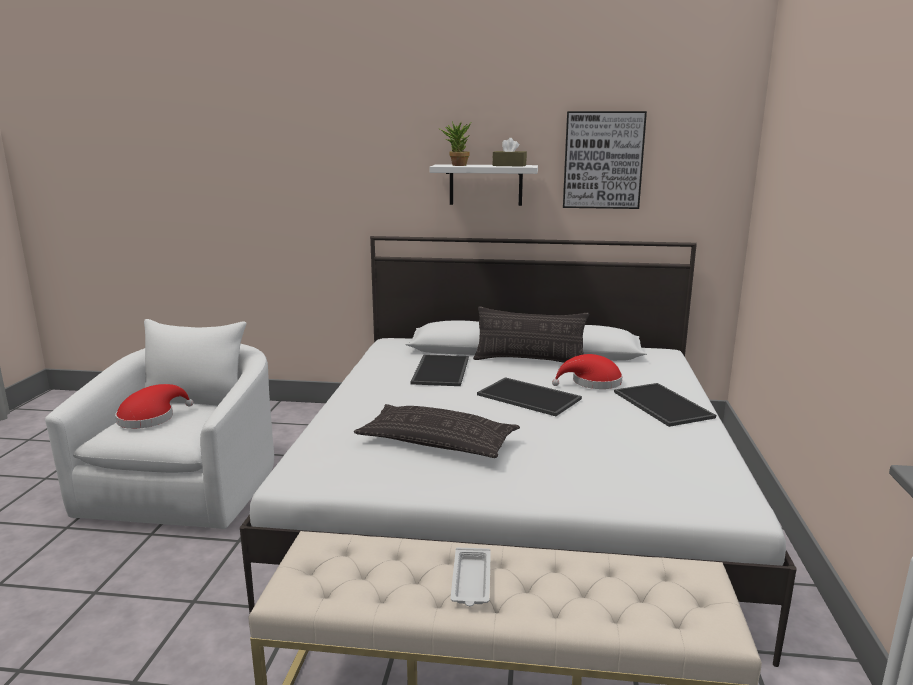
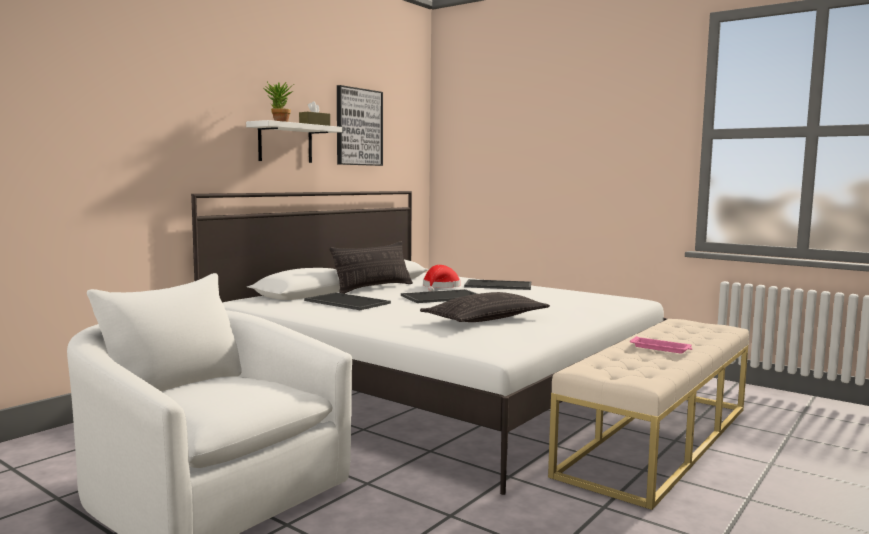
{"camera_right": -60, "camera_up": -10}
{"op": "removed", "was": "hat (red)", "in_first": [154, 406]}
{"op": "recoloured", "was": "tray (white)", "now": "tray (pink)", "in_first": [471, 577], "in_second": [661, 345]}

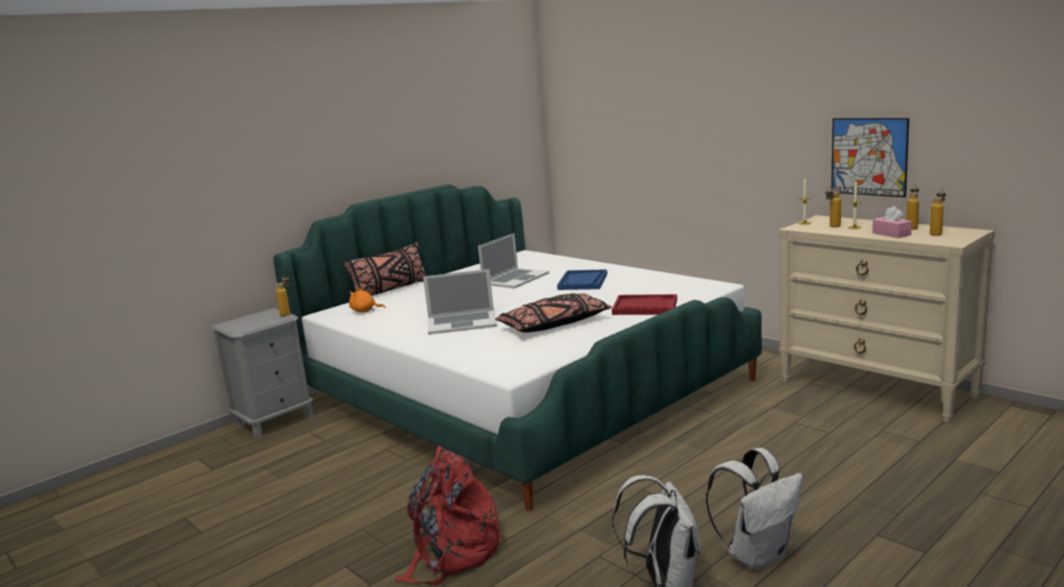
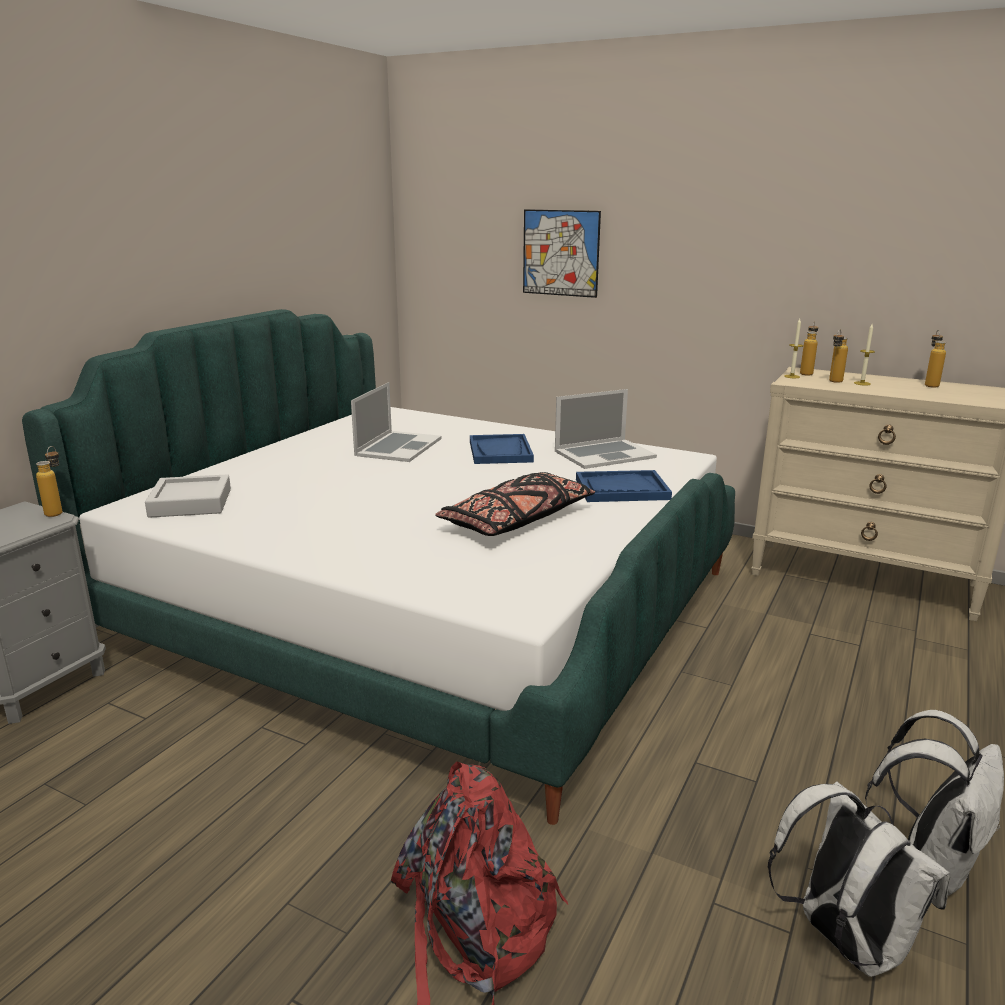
{"camera_right": -20, "camera_up": 5}
{"op": "removed", "was": "pillow (black)", "in_first": [386, 269]}
{"op": "removed", "was": "tissue box (pink)", "in_first": [892, 222]}
{"op": "moved", "was": "laptop", "in_first": [460, 302], "in_second": [606, 429]}
{"op": "moved", "was": "picture", "in_first": [870, 157], "in_second": [562, 253]}
{"op": "moved", "was": "bottle", "in_first": [938, 212], "in_second": [809, 348]}
{"op": "replaced", "was": "plush toy (orange)", "now": "tray (grey)", "in_first": [367, 299], "in_second": [188, 496]}
{"op": "recoloured", "was": "tray (red)", "now": "tray (blue)", "in_first": [644, 304], "in_second": [624, 486]}

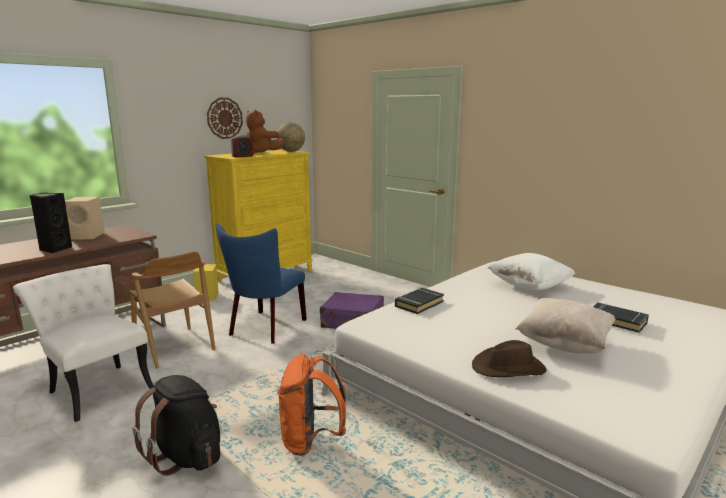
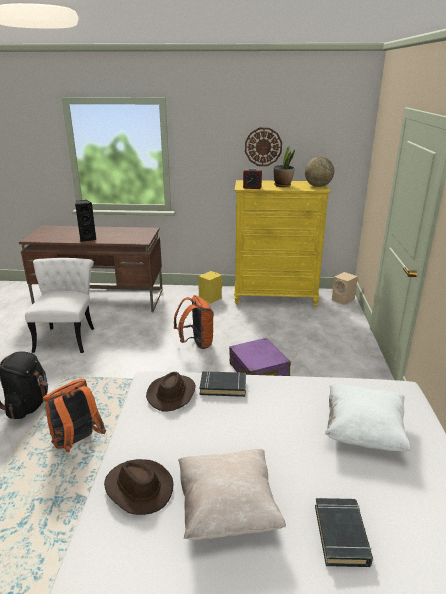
{"camera_right": 50, "camera_up": 10}
{"op": "removed", "was": "chair (brown)", "in_first": [172, 310]}
{"op": "added", "now": "hat (brown)", "in_second": [171, 391]}
{"op": "moved", "was": "speaker (beige)", "in_first": [85, 218], "in_second": [345, 288]}
{"op": "replaced", "was": "chair (blue)", "now": "backpack (orange)", "in_first": [261, 283], "in_second": [194, 322]}
{"op": "replaced", "was": "plush toy (brown)", "now": "potted plant", "in_first": [264, 132], "in_second": [284, 166]}

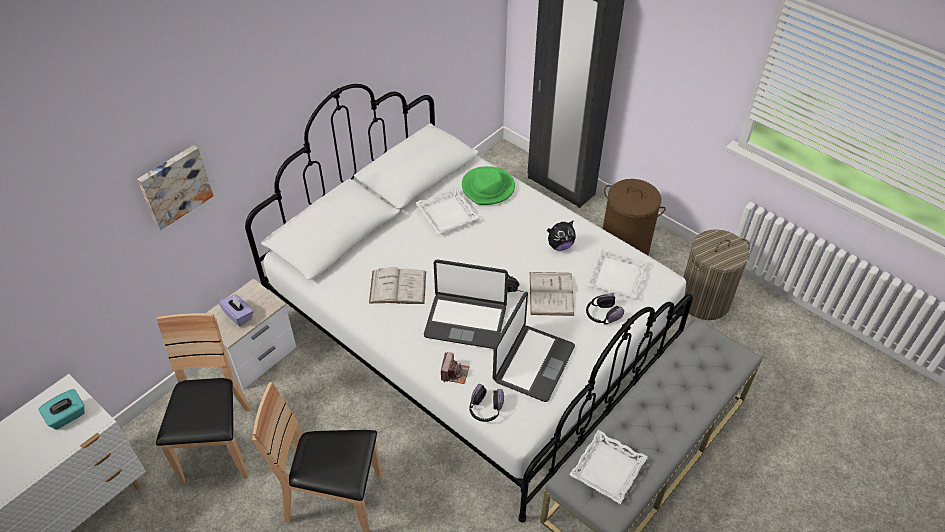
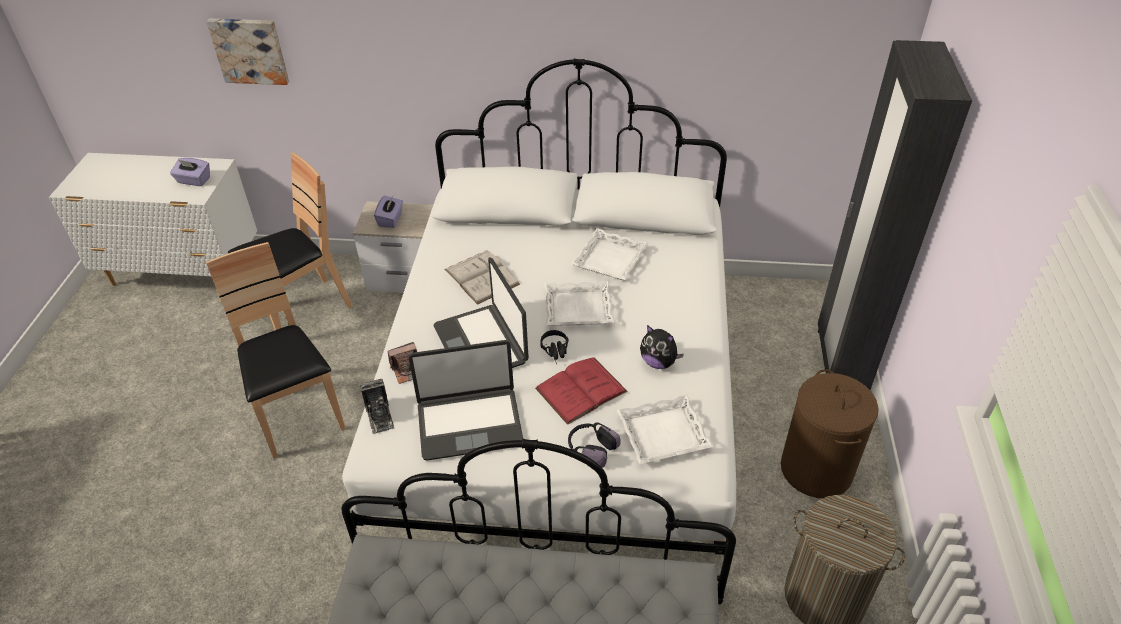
{"camera_right": 55, "camera_up": -5}
{"op": "removed", "was": "hat (green)", "in_first": [488, 185]}
{"op": "moved", "was": "picture", "in_first": [175, 187], "in_second": [247, 52]}
{"op": "moved", "was": "tray (white)", "in_first": [608, 467], "in_second": [580, 303]}
{"op": "replaced", "was": "headphones", "now": "photo camera", "in_first": [486, 403], "in_second": [377, 406]}
{"op": "recoloured", "was": "tissue box (turquoise)", "now": "tissue box (purple)", "in_first": [61, 409], "in_second": [190, 172]}
{"op": "recoloured", "was": "book (white)", "now": "book (red)", "in_first": [552, 294], "in_second": [581, 391]}

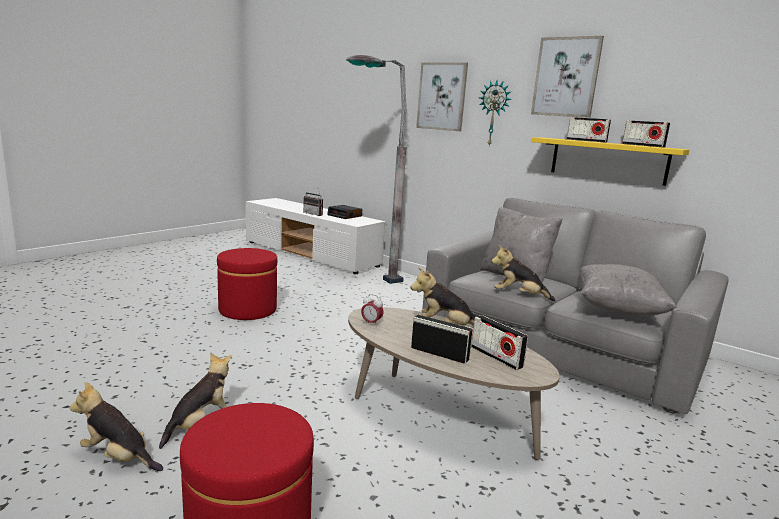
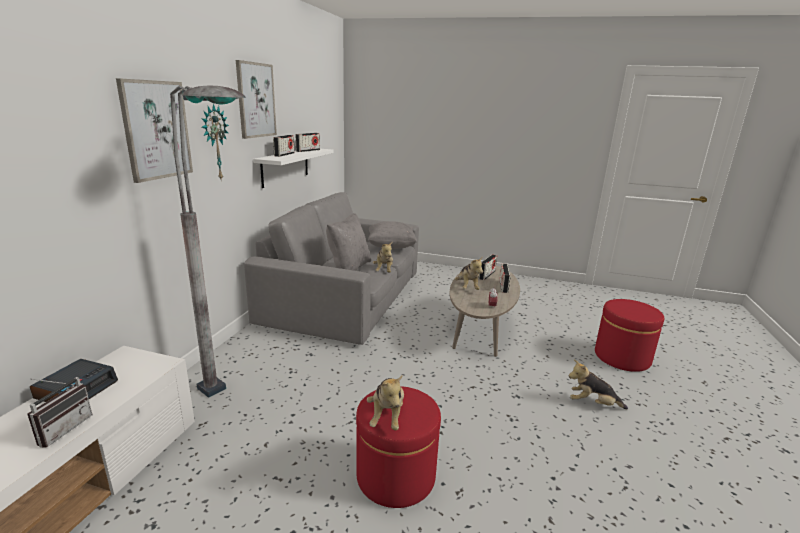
{"camera_right": -110, "camera_up": 5}
{"op": "moved", "was": "plush toy", "in_first": [116, 426], "in_second": [385, 402]}
{"op": "recoloured", "was": "shelf (yellow)", "now": "shelf (white)", "in_first": [610, 161], "in_second": [293, 168]}

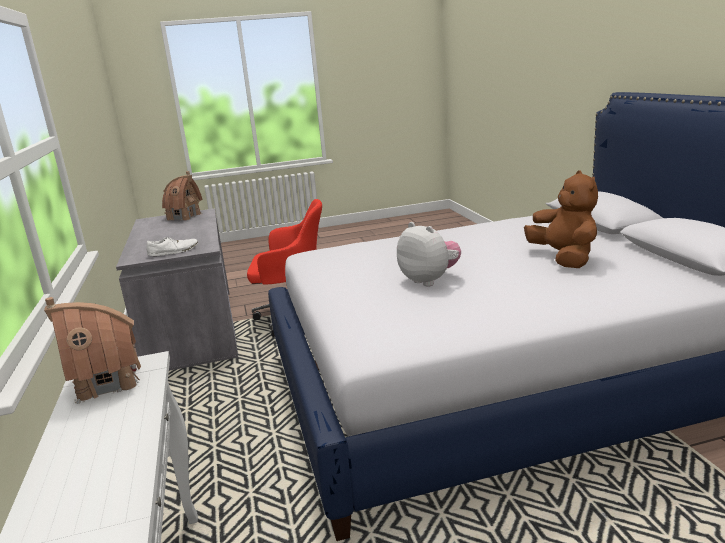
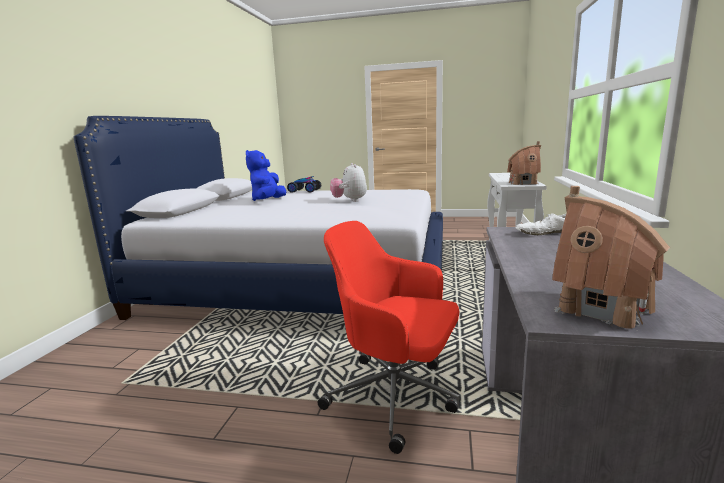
{"camera_right": -155, "camera_up": -5}
{"op": "added", "now": "toy car", "in_second": [304, 184]}
{"op": "recoloured", "was": "plush toy (brown)", "now": "plush toy (blue)", "in_first": [561, 219], "in_second": [266, 175]}

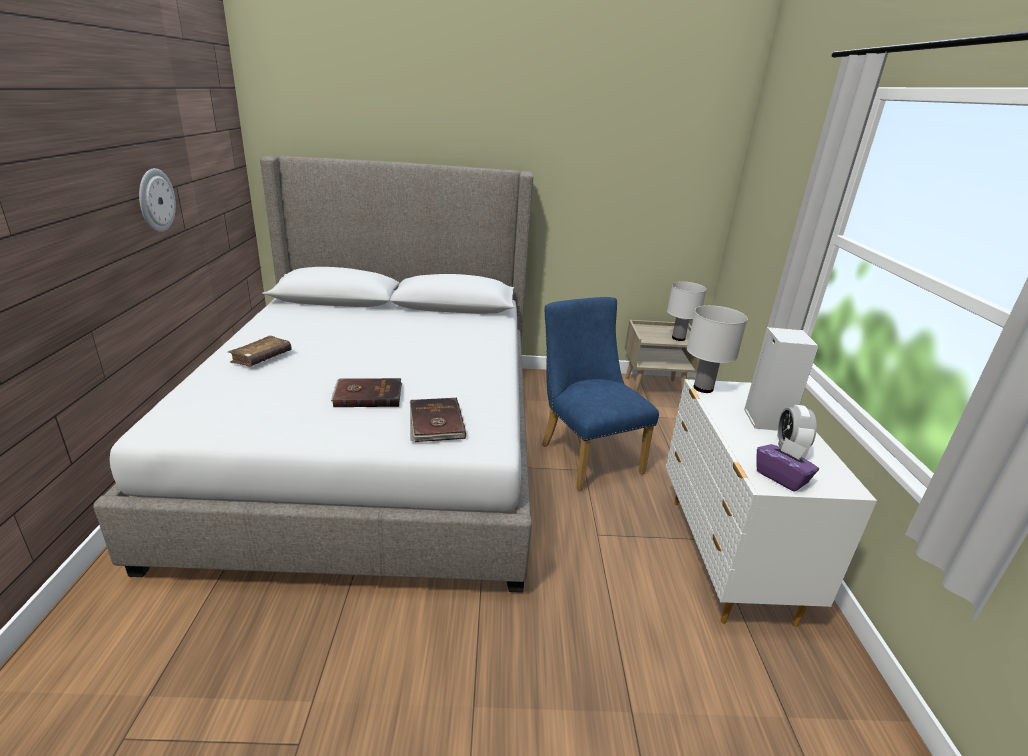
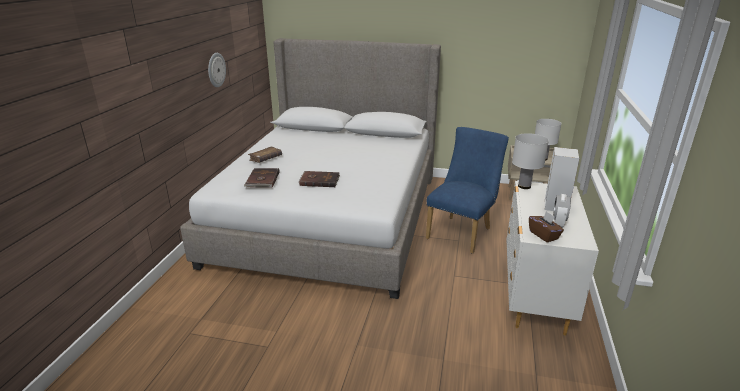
{"camera_right": 15, "camera_up": 0}
{"op": "moved", "was": "book (brown)", "in_first": [438, 419], "in_second": [262, 178]}
{"op": "recoloured", "was": "tissue box (purple)", "now": "tissue box (brown)", "in_first": [787, 465], "in_second": [546, 226]}
{"op": "turned", "was": "chair (blue)", "in_first": [600, 394], "in_second": [467, 190], "clockwise": 45}

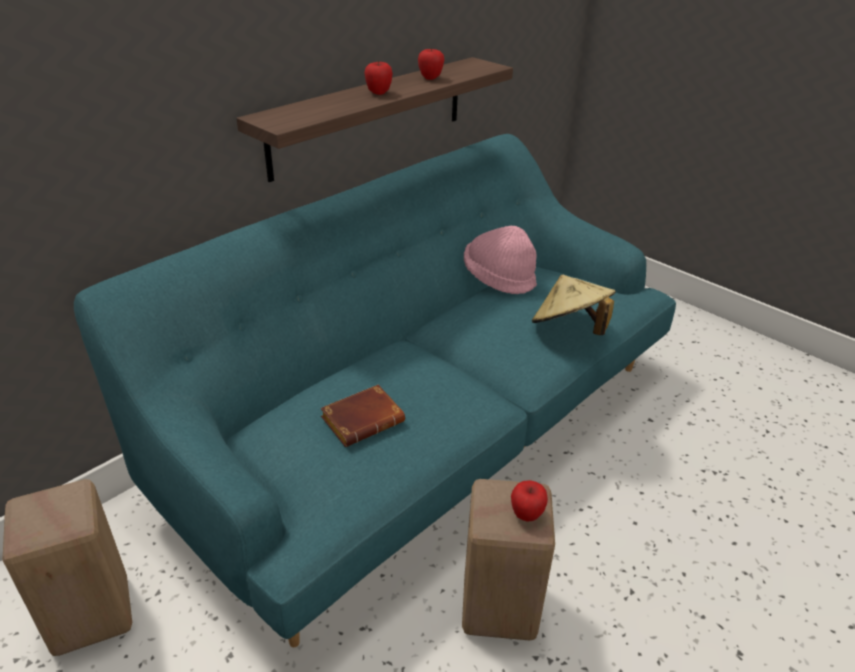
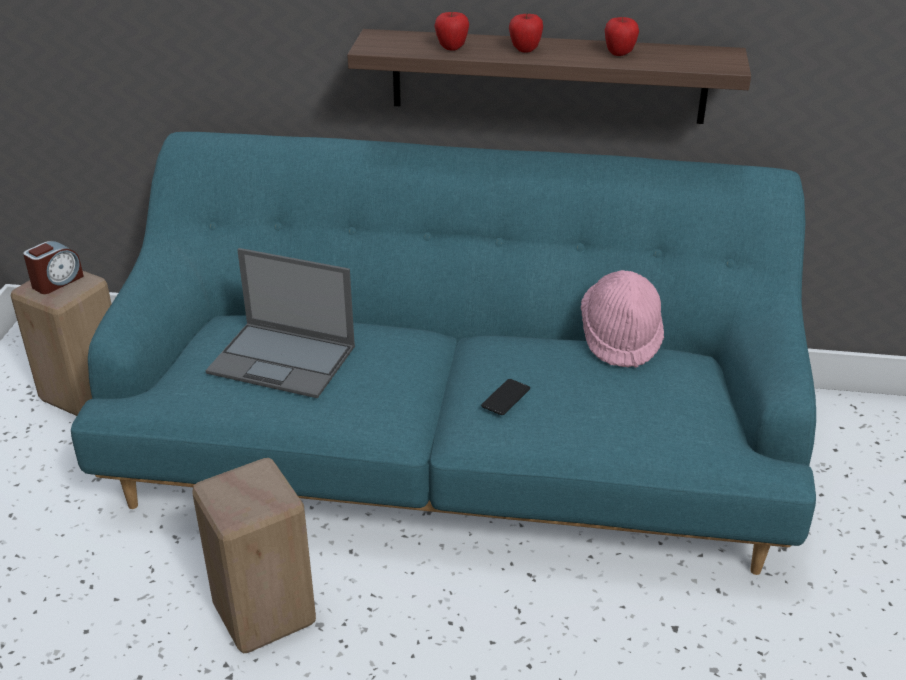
{"camera_right": 55, "camera_up": 0}
{"op": "removed", "was": "hat (beige)", "in_first": [574, 305]}
{"op": "added", "now": "alarm clock", "in_second": [53, 267]}
{"op": "added", "now": "phone", "in_second": [505, 397]}
{"op": "moved", "was": "apple", "in_first": [529, 501], "in_second": [451, 31]}
{"op": "replaced", "was": "book (brown)", "now": "laptop", "in_first": [362, 416], "in_second": [280, 323]}

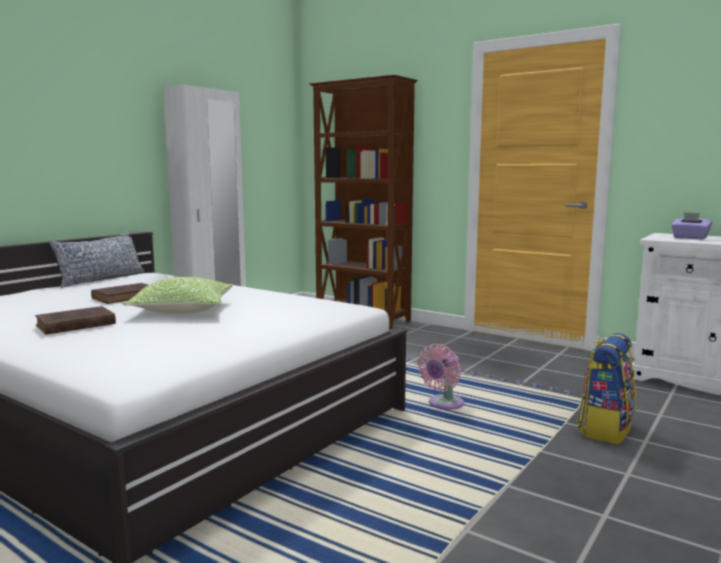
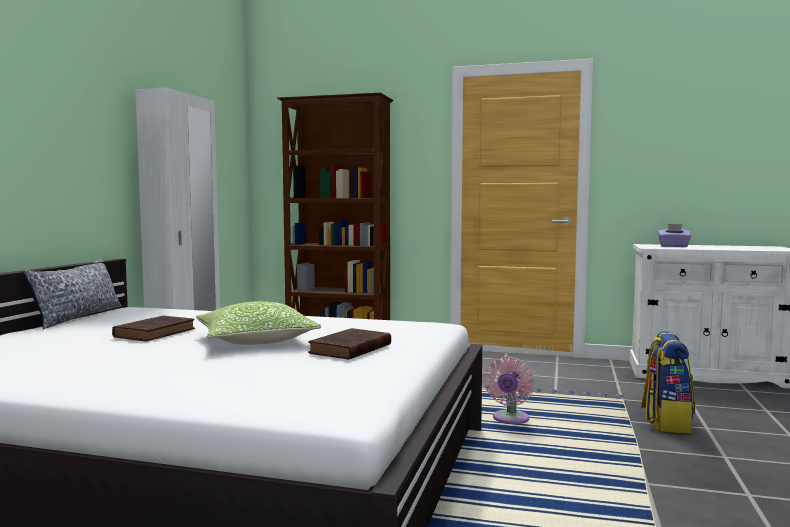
{"camera_right": -20, "camera_up": -5}
{"op": "moved", "was": "book (brown)", "in_first": [75, 320], "in_second": [349, 344]}

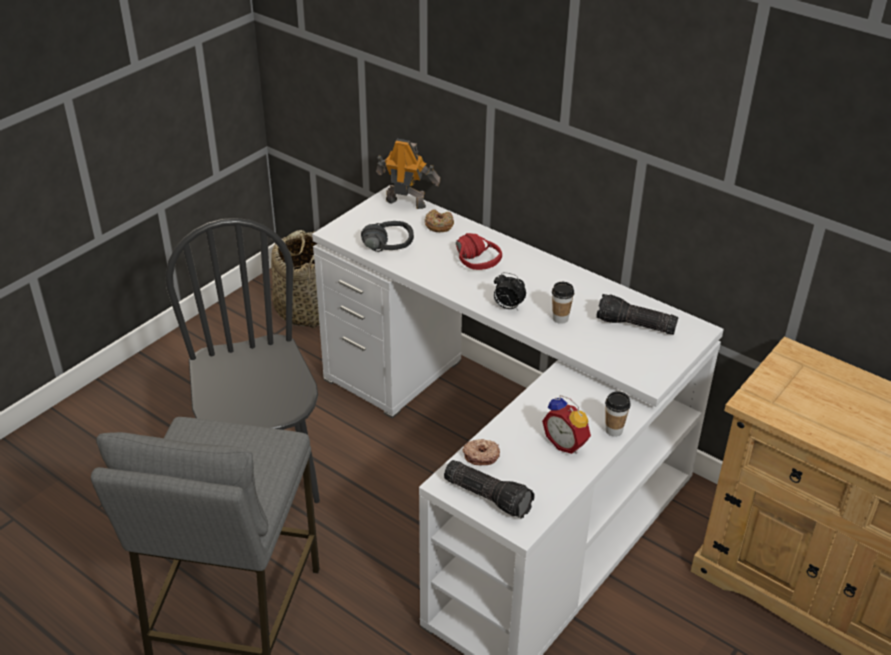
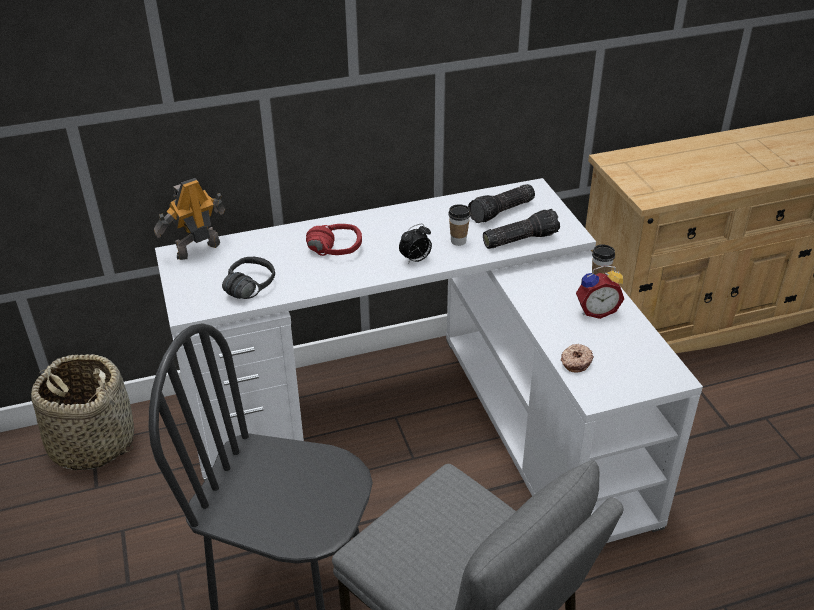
{"camera_right": -55, "camera_up": 0}
{"op": "removed", "was": "donut", "in_first": [439, 220]}
{"op": "moved", "was": "flashlight", "in_first": [489, 489], "in_second": [521, 229]}

